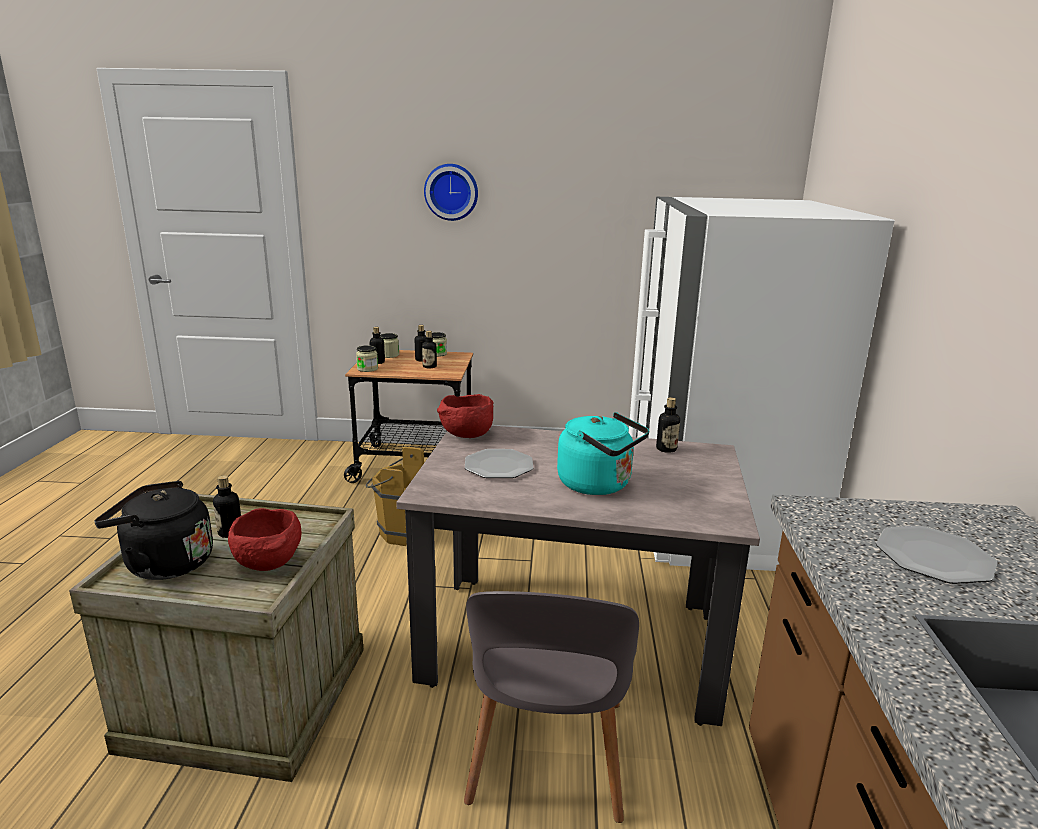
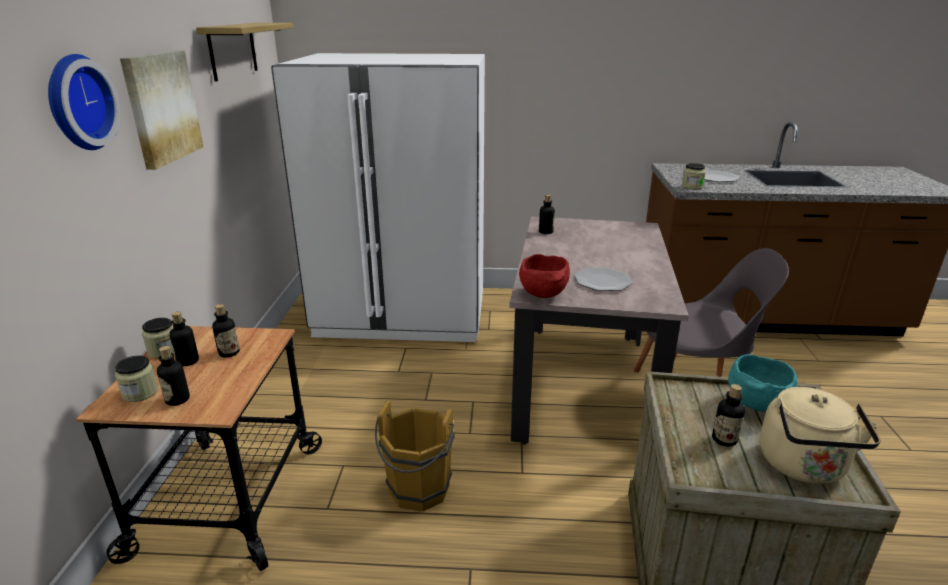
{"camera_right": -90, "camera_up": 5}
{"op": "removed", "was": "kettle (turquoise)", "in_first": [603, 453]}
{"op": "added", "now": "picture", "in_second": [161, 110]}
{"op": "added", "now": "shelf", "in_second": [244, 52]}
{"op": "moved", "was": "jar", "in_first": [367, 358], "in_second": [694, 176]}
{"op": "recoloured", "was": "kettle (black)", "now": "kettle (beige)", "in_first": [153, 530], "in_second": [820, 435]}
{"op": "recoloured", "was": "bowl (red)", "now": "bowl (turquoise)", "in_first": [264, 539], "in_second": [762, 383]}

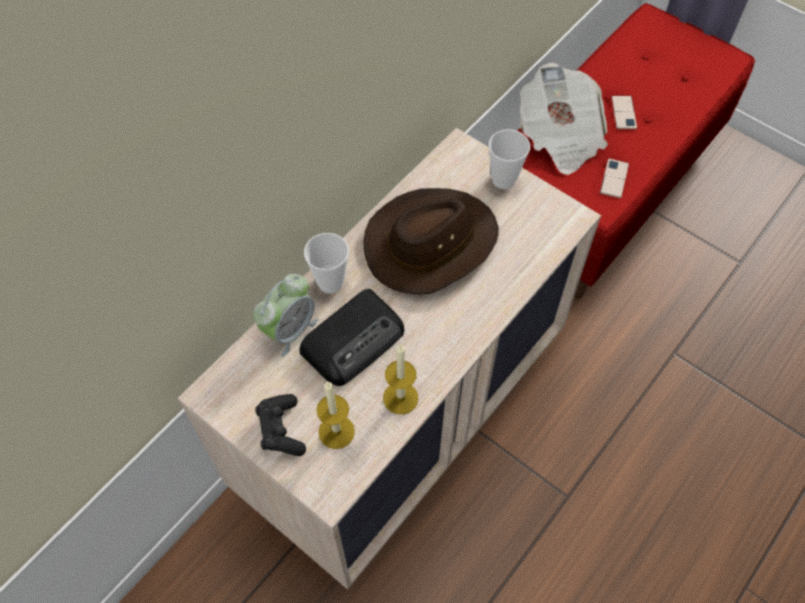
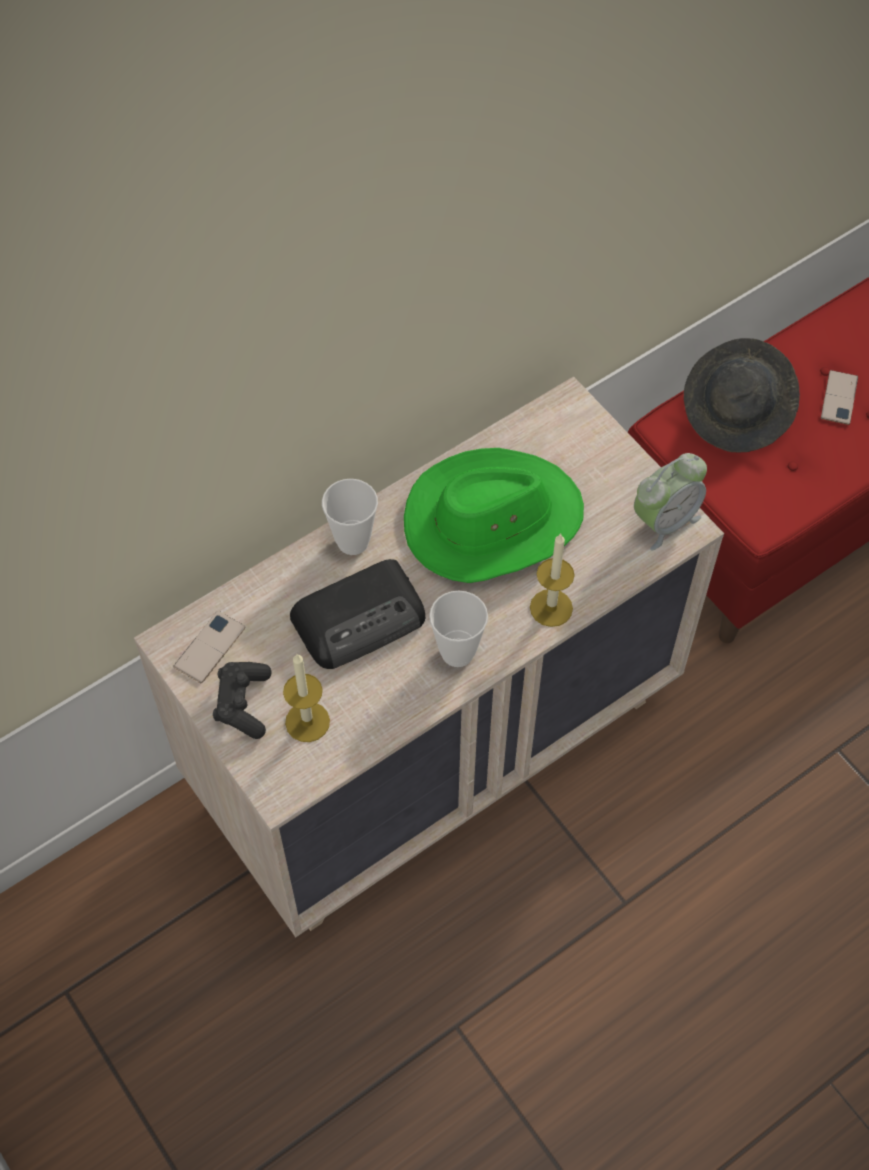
{"camera_right": 15, "camera_up": 0}
{"op": "moved", "was": "alarm clock", "in_first": [285, 315], "in_second": [670, 502]}
{"op": "moved", "was": "candle", "in_first": [400, 379], "in_second": [552, 580]}
{"op": "moved", "was": "cup", "in_first": [509, 159], "in_second": [458, 628]}
{"op": "moved", "was": "phone", "in_first": [614, 178], "in_second": [209, 647]}
{"op": "replaced", "was": "newspaper", "now": "hat (grey)", "in_first": [564, 119], "in_second": [742, 395]}
{"op": "recoloured", "was": "hat (brown)", "now": "hat (green)", "in_first": [431, 241], "in_second": [494, 515]}

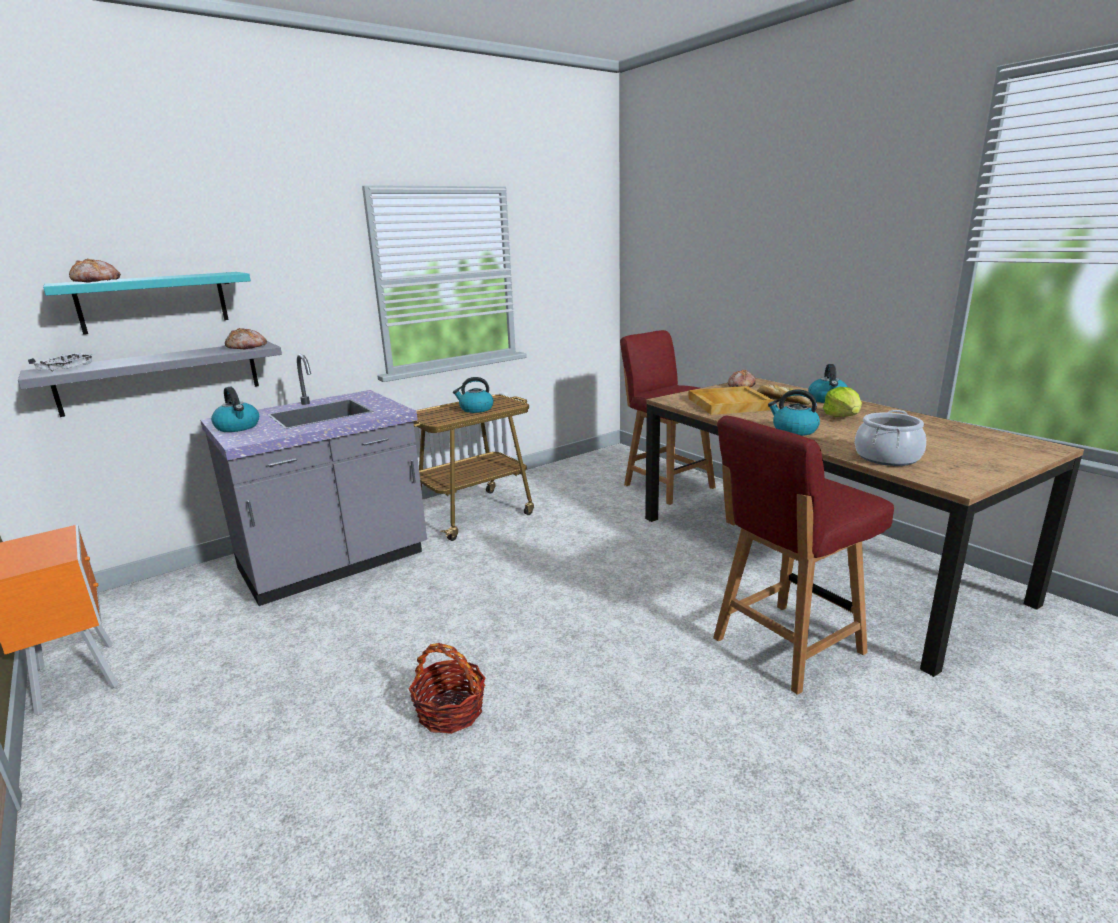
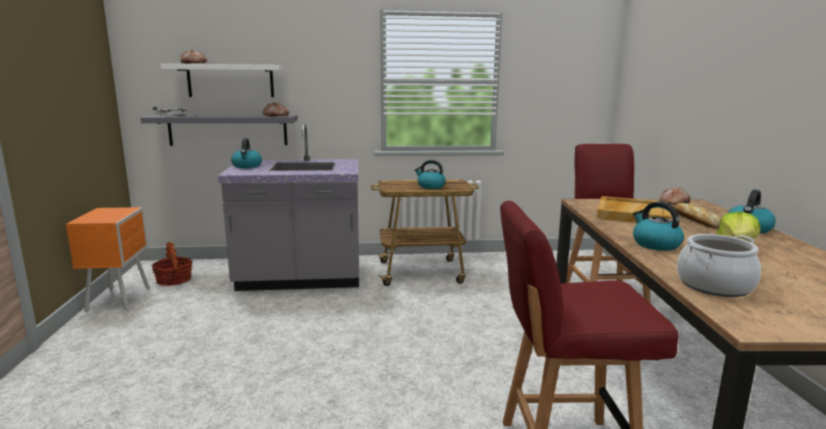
{"camera_right": 30, "camera_up": -5}
{"op": "moved", "was": "basket", "in_first": [447, 688], "in_second": [172, 264]}
{"op": "recoloured", "was": "shelf (turquoise)", "now": "shelf (white)", "in_first": [147, 303], "in_second": [222, 80]}

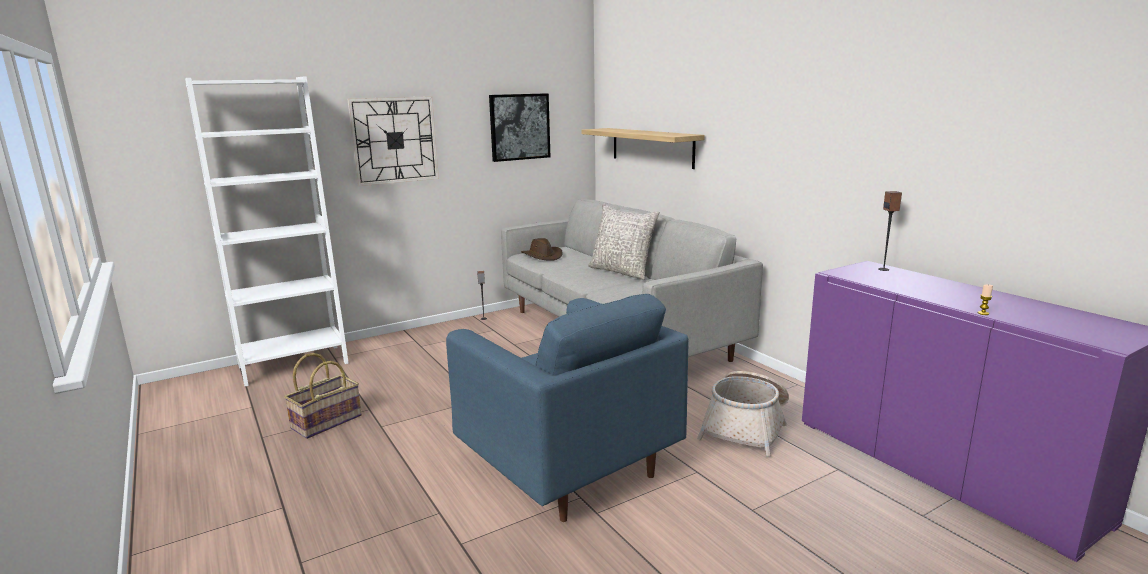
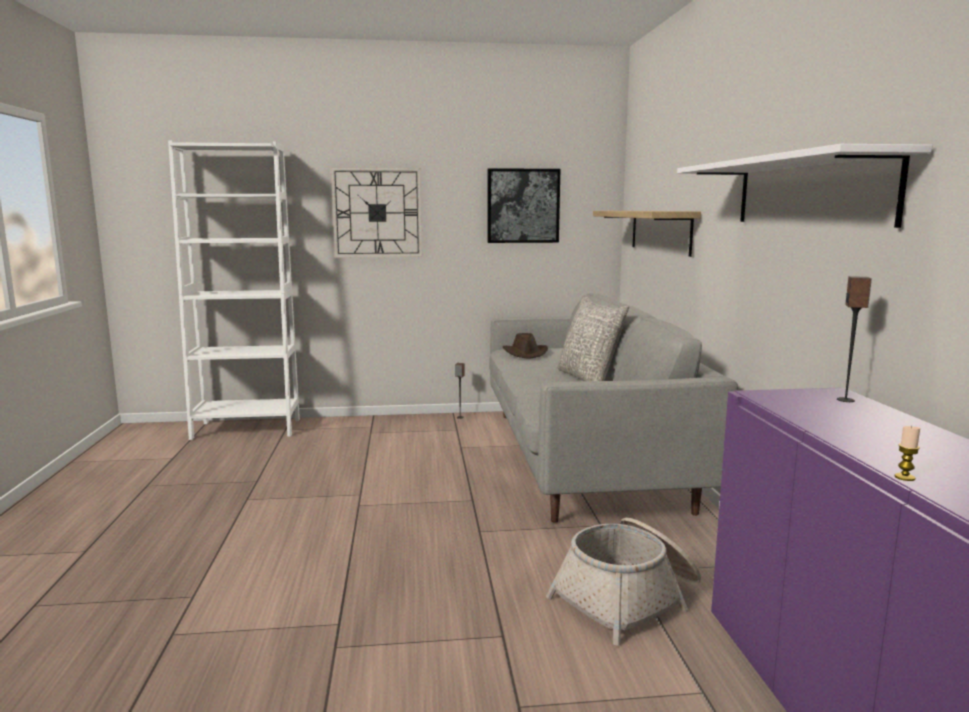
{"camera_right": 25, "camera_up": -5}
{"op": "removed", "was": "basket", "in_first": [323, 396]}
{"op": "removed", "was": "armchair (blue)", "in_first": [567, 408]}
{"op": "added", "now": "shelf (white)", "in_second": [804, 186]}

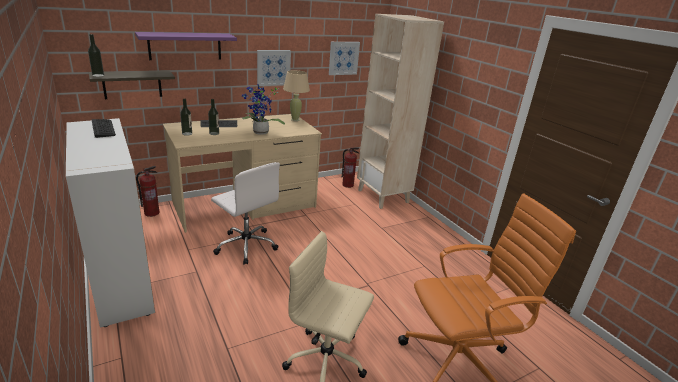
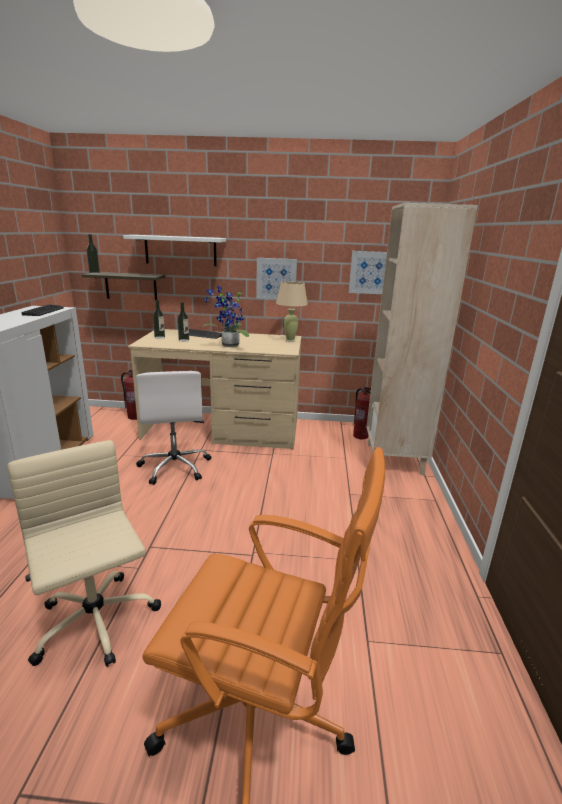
{"camera_right": 35, "camera_up": -5}
{"op": "recoloured", "was": "shelf (purple)", "now": "shelf (white)", "in_first": [186, 46], "in_second": [174, 250]}

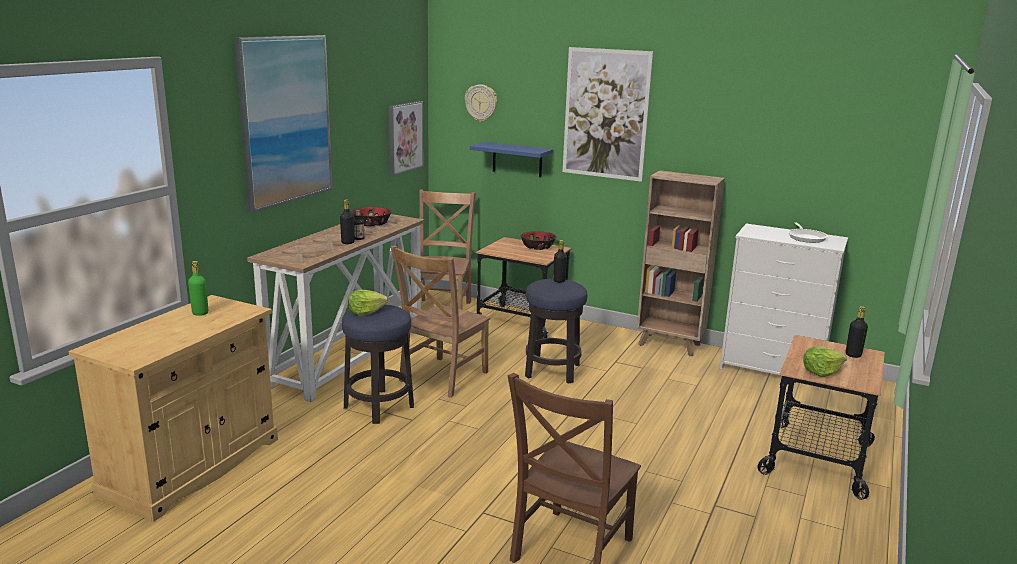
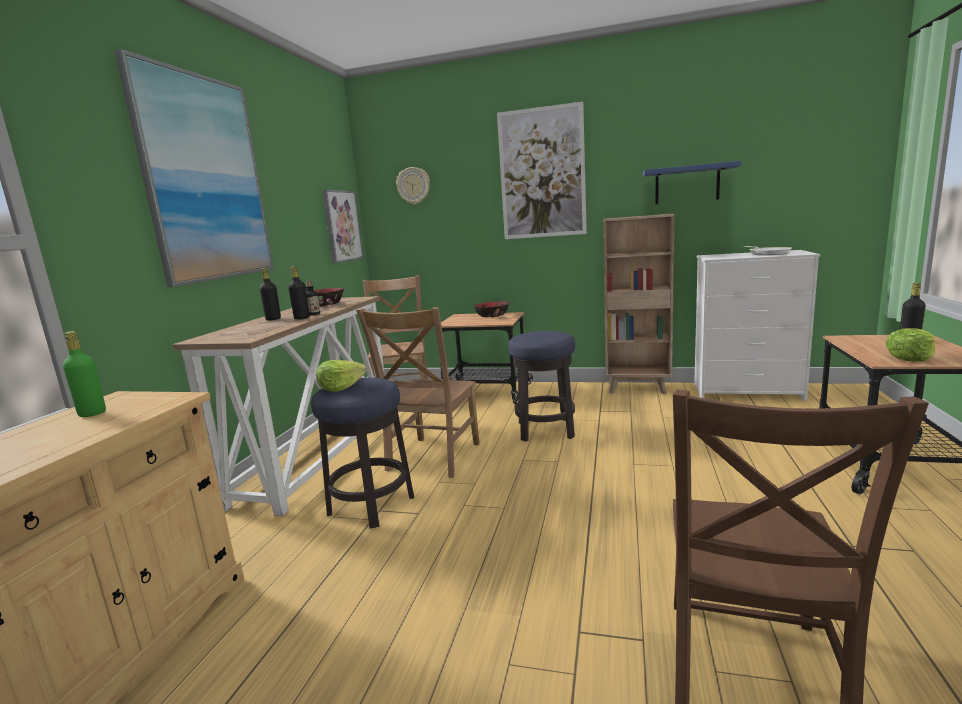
{"camera_right": -10, "camera_up": -5}
{"op": "moved", "was": "shelf (blue)", "in_first": [511, 159], "in_second": [692, 182]}
{"op": "moved", "was": "bottle (black)", "in_first": [560, 261], "in_second": [270, 294]}

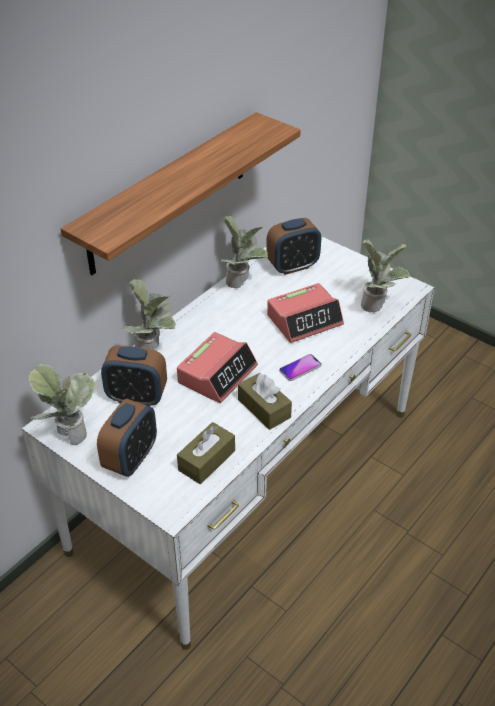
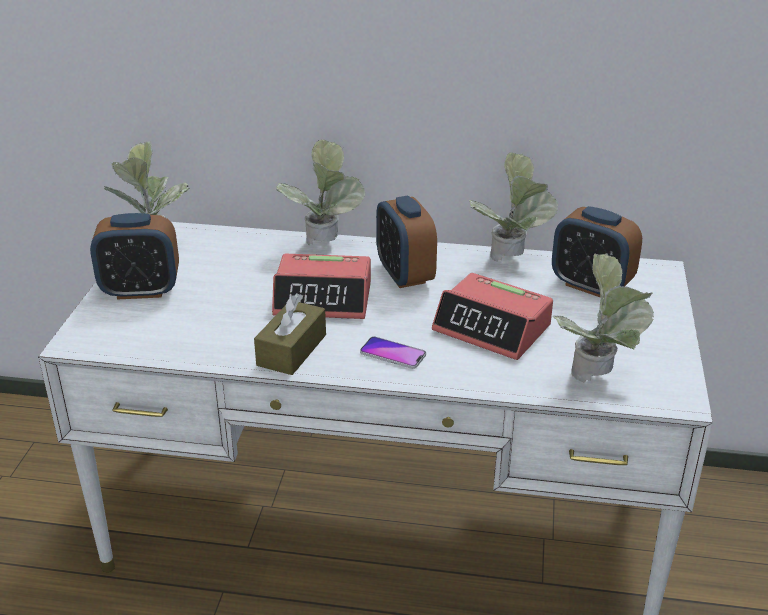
{"camera_right": 60, "camera_up": -10}
{"op": "removed", "was": "shelf", "in_first": [181, 193]}
{"op": "removed", "was": "tissue box (brown)", "in_first": [206, 453]}
{"op": "moved", "was": "alarm clock", "in_first": [134, 376], "in_second": [406, 242]}

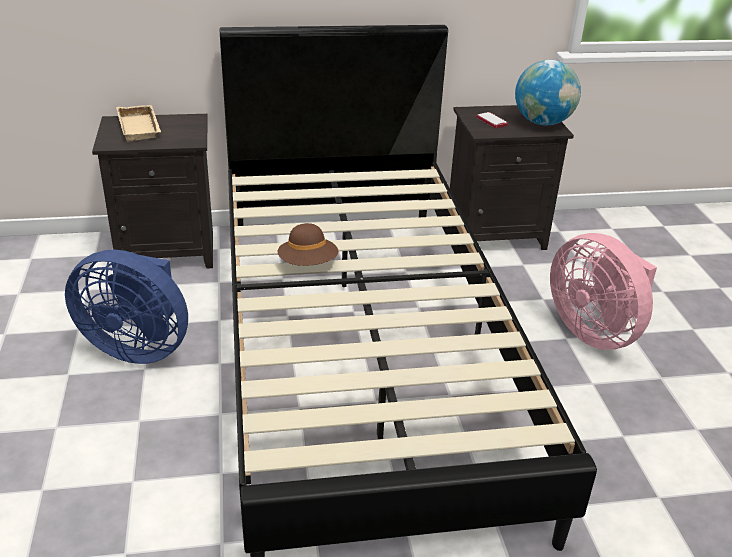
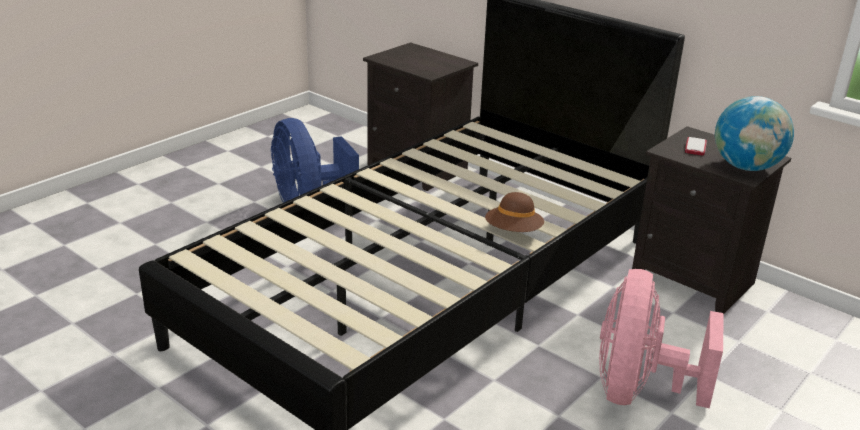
{"camera_right": 50, "camera_up": -5}
{"op": "removed", "was": "tray (beige)", "in_first": [138, 123]}
{"op": "moved", "was": "hat (brown)", "in_first": [308, 244], "in_second": [514, 212]}

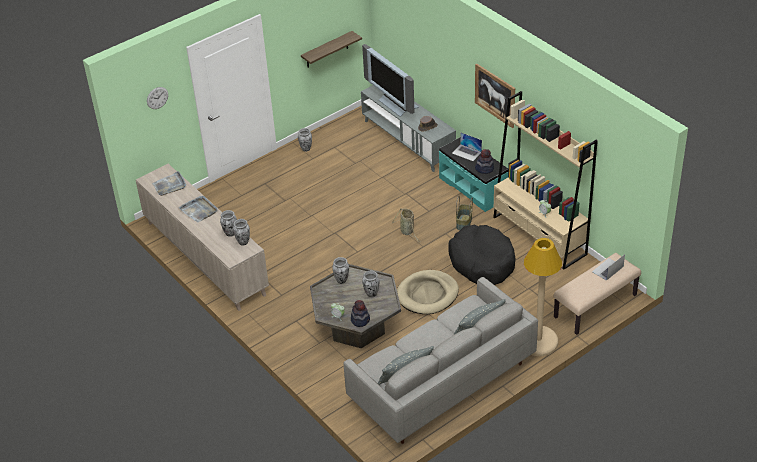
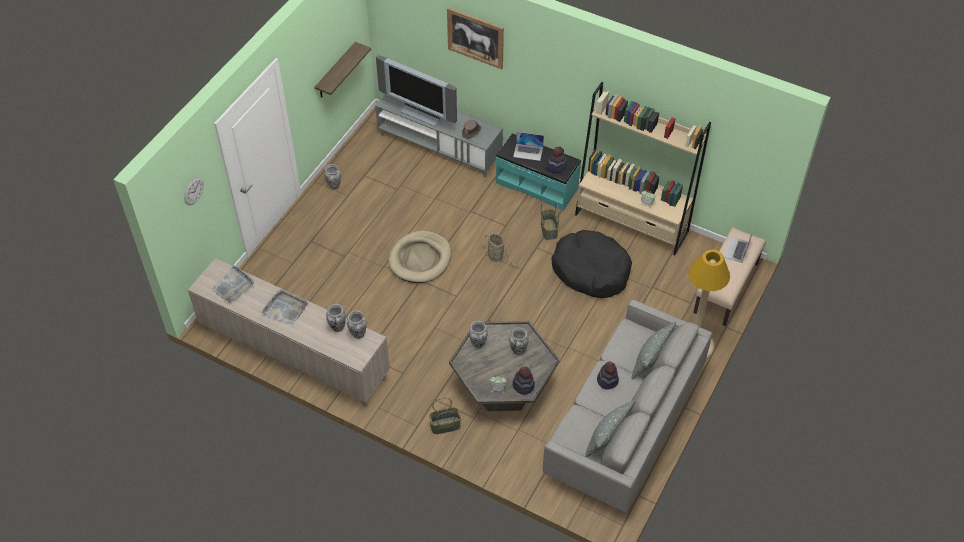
{"camera_right": -25, "camera_up": 10}
{"op": "added", "now": "basket", "in_second": [445, 416]}
{"op": "added", "now": "hat", "in_second": [608, 376]}
{"op": "moved", "was": "dog bed (beige)", "in_first": [428, 292], "in_second": [419, 256]}
{"op": "moved", "was": "picture", "in_first": [495, 95], "in_second": [475, 38]}

